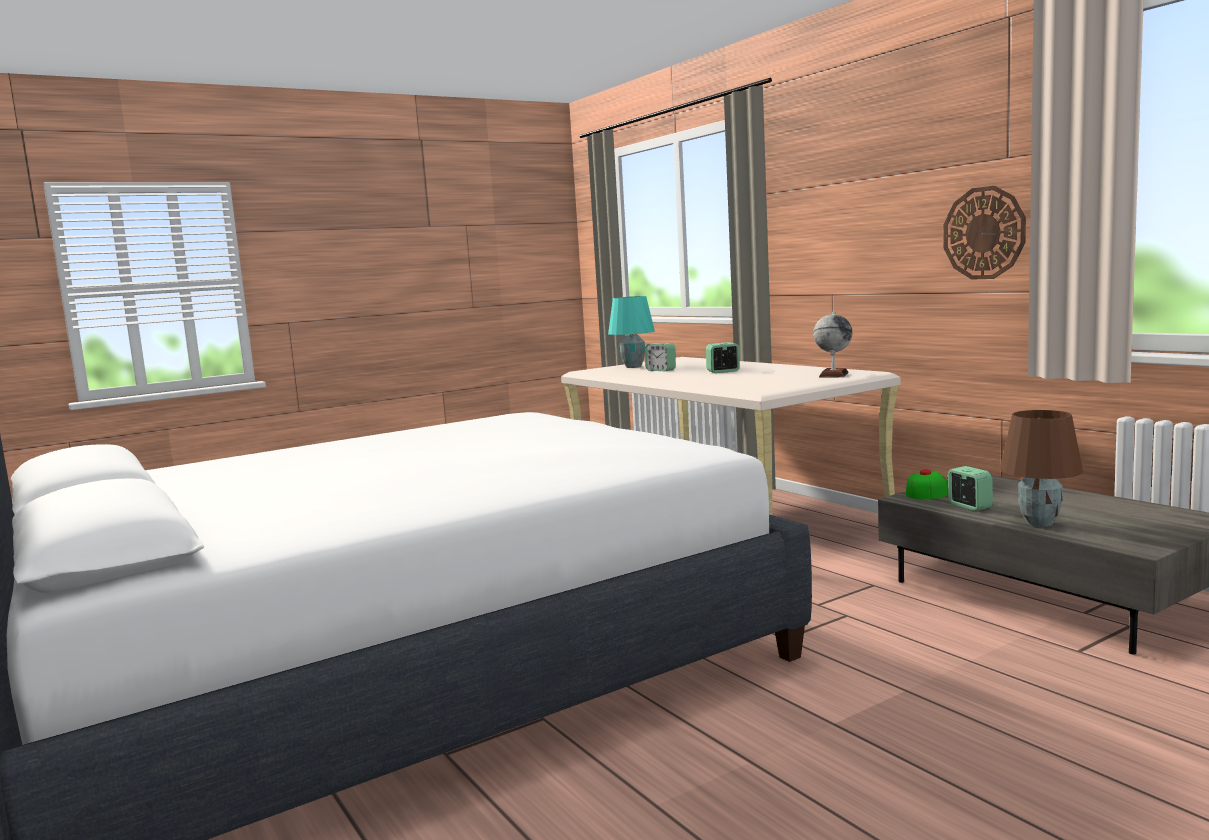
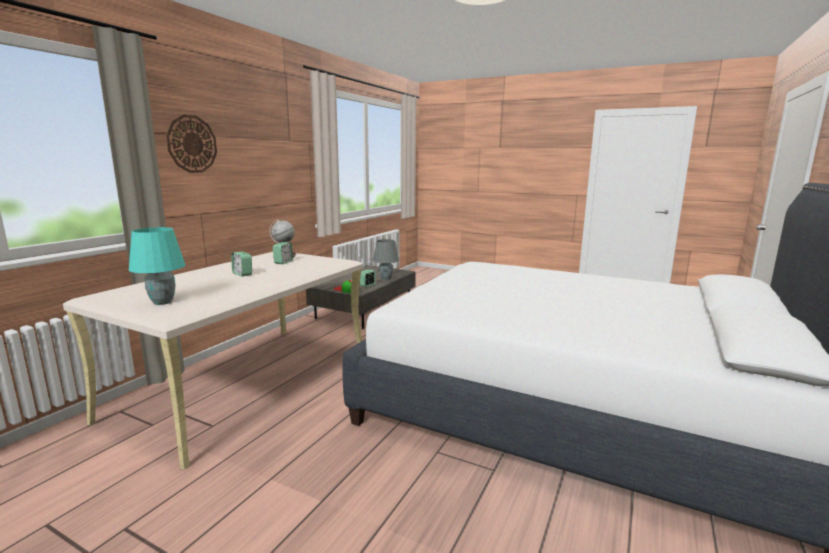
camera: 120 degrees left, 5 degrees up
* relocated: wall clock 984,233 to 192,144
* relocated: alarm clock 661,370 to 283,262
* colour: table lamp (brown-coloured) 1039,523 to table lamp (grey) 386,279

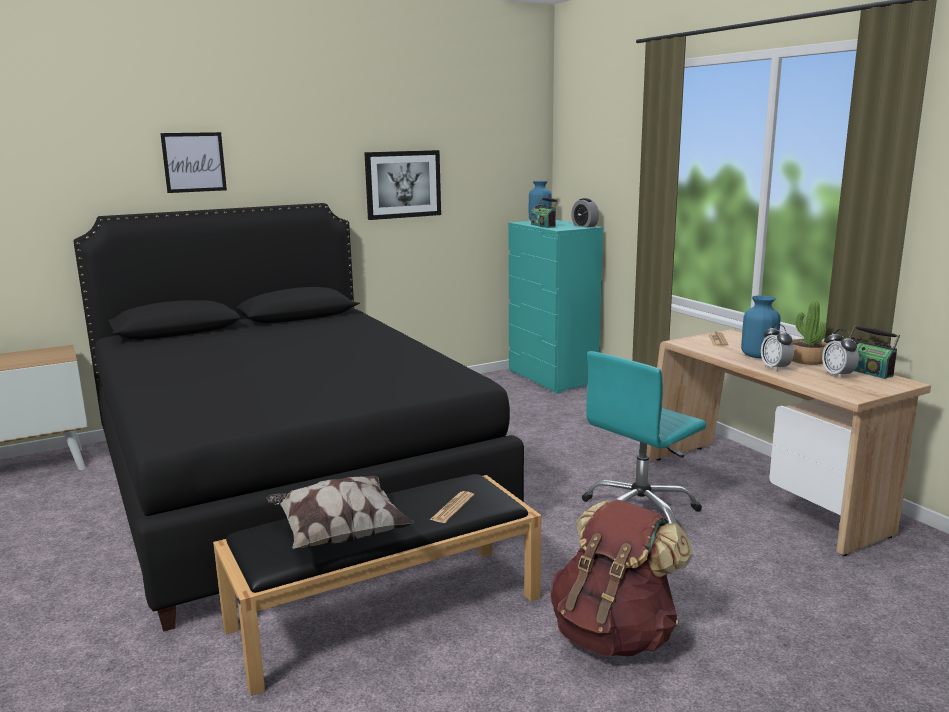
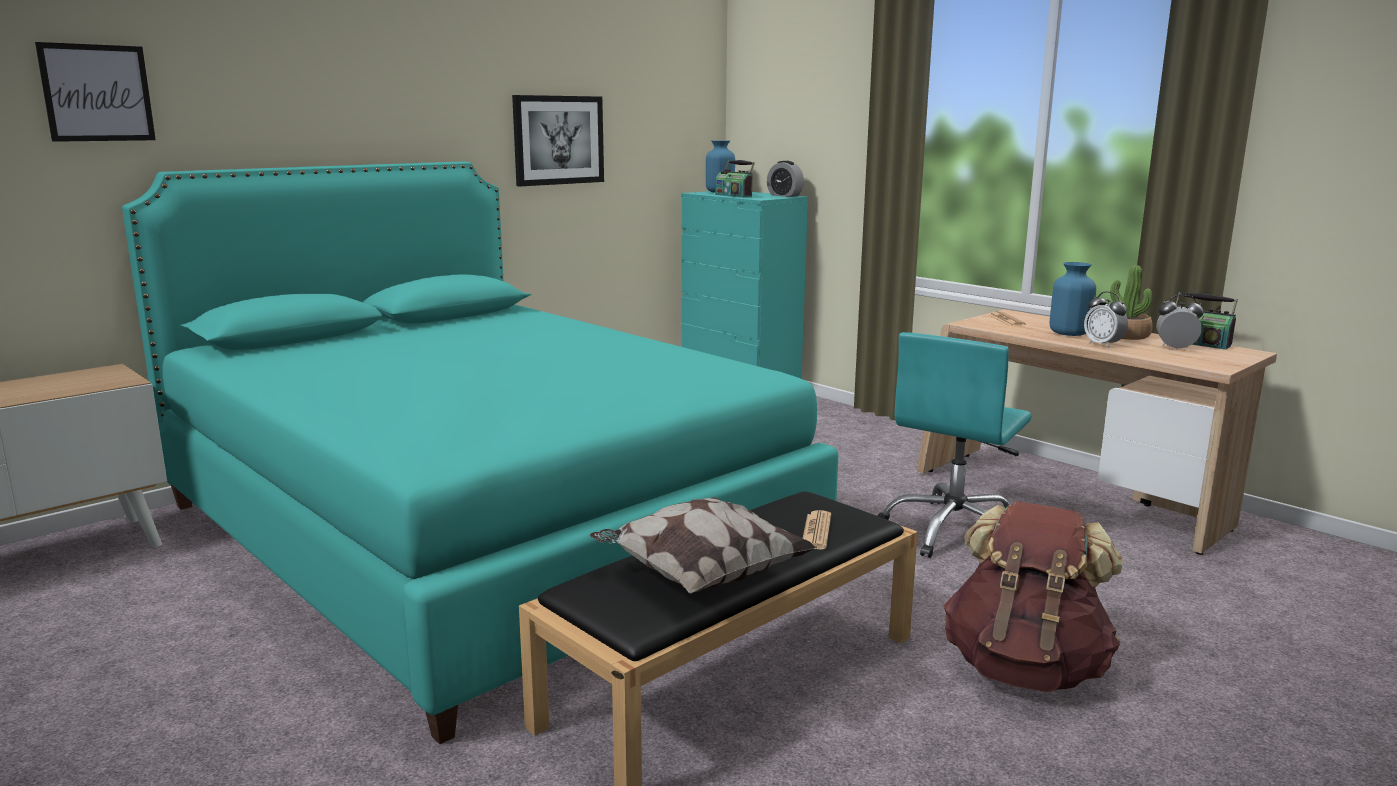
camera: 15 degrees left, 0 degrees up
* relocated: wall art 194,162 to 97,93
* colour: bed (black-coloured) 285,480 to bed (blue-green) 478,533
* spun: alarm clock 838,375 = 1175,348 135 degrees clockwise

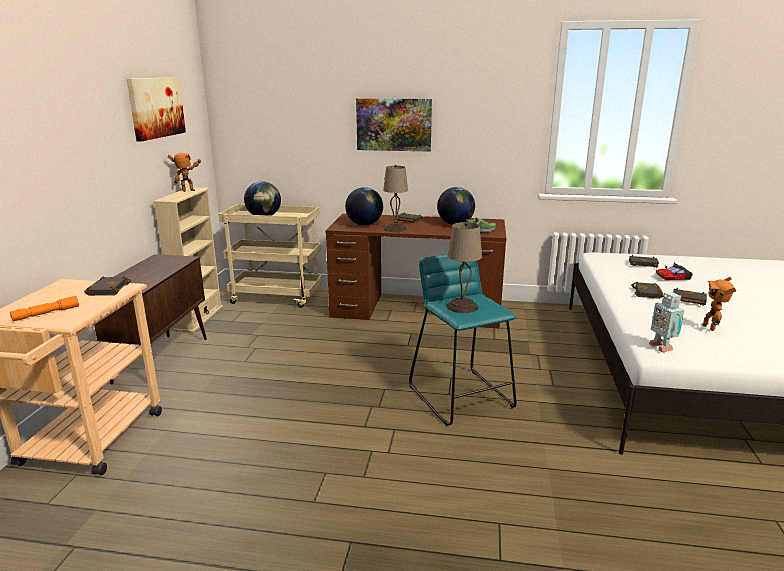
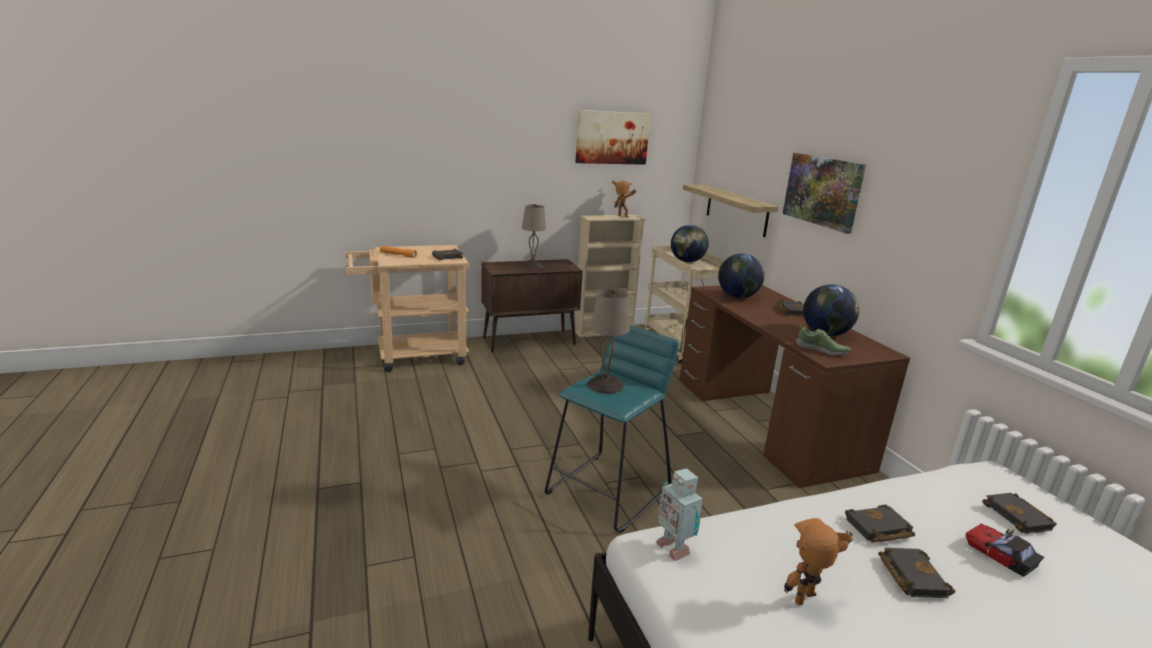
camera: 60 degrees right, 0 degrees up
* relocated: table lamp (sand-coloured) 395,229 to 532,266
* spun: toy robot 661,347 = 674,547 75 degrees counterclockwise
* appeared: wall shelf 736,210

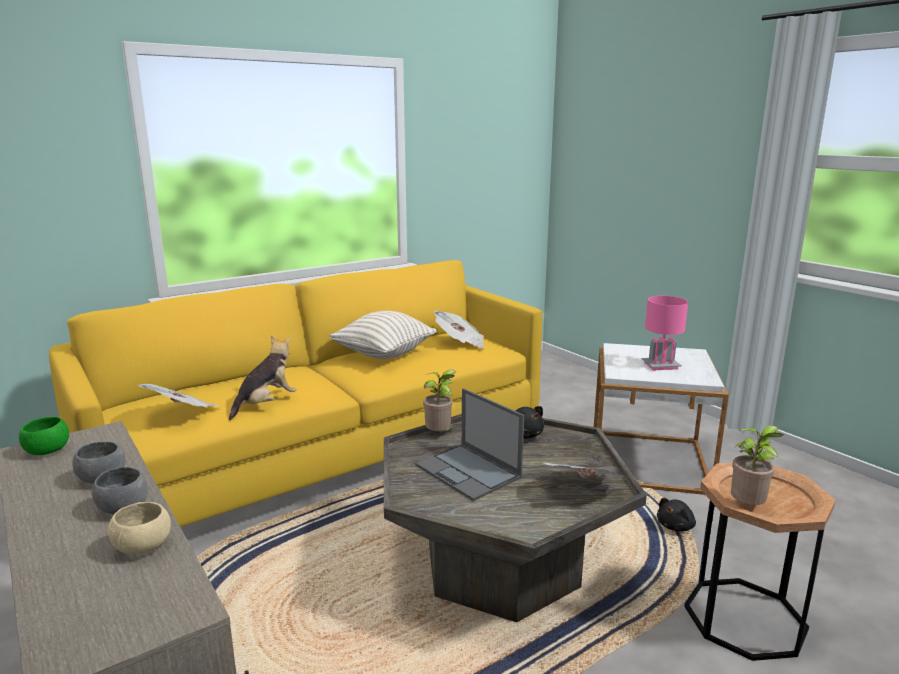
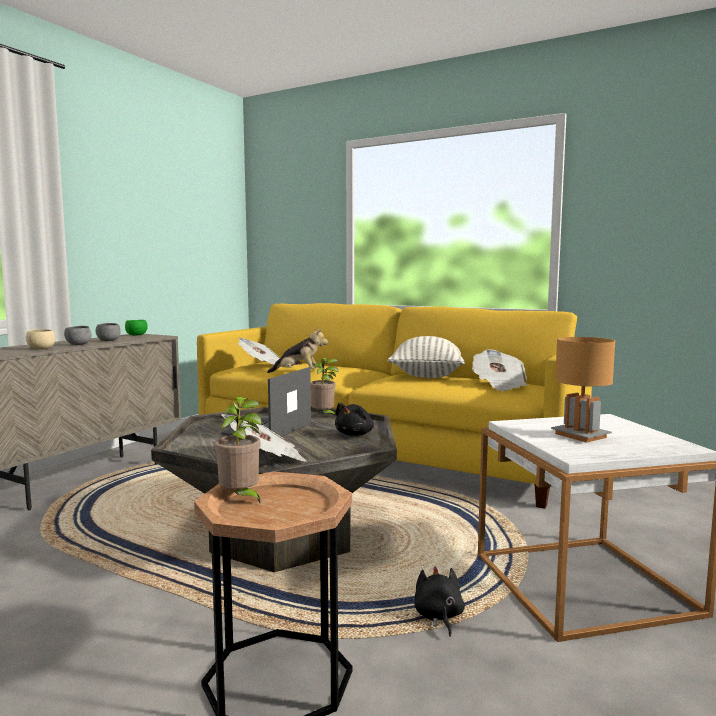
camera: 65 degrees right, 10 degrees down
* spun: cuddly toy (black-coloured) 676,526 = 438,616 60 degrees clockwise
* colour: table lamp (pinkish) 660,365 to table lamp (brown-coloured) 581,435

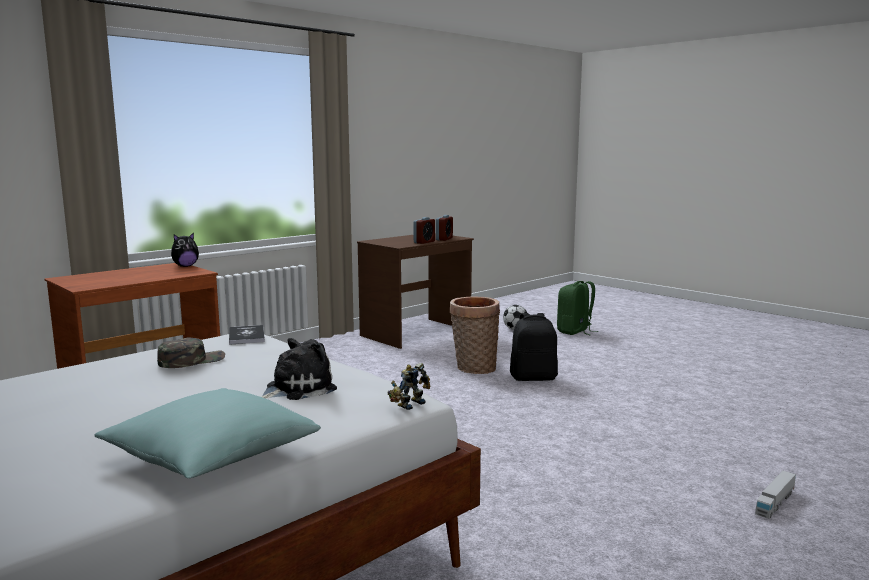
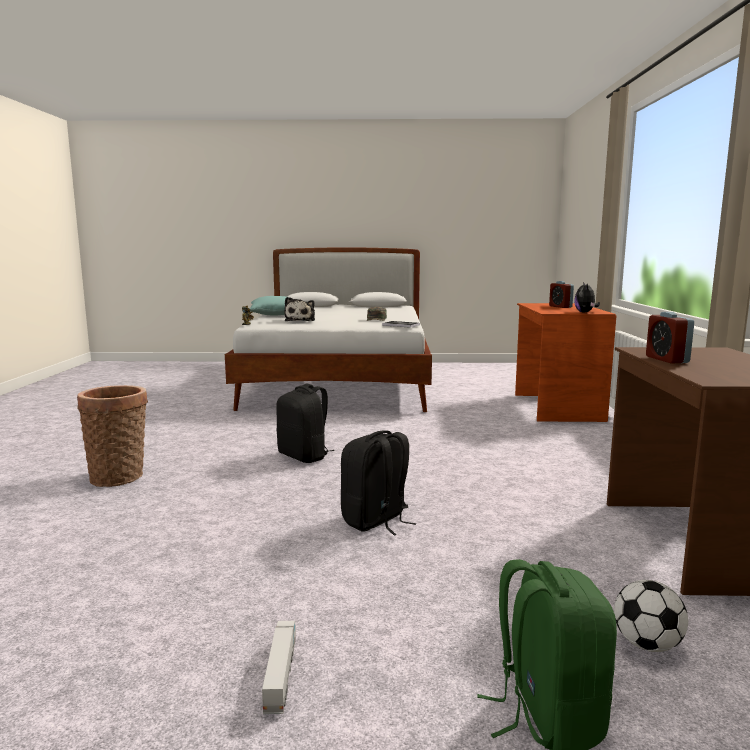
camera: 135 degrees right, 0 degrees up
* relocated: household basket 473,368 to 120,476
* relocated: toy lorry 775,503 to 281,674
* appeared: backpack (black-coloured) 304,456
* relocated: alarm clock 444,239 to 560,307

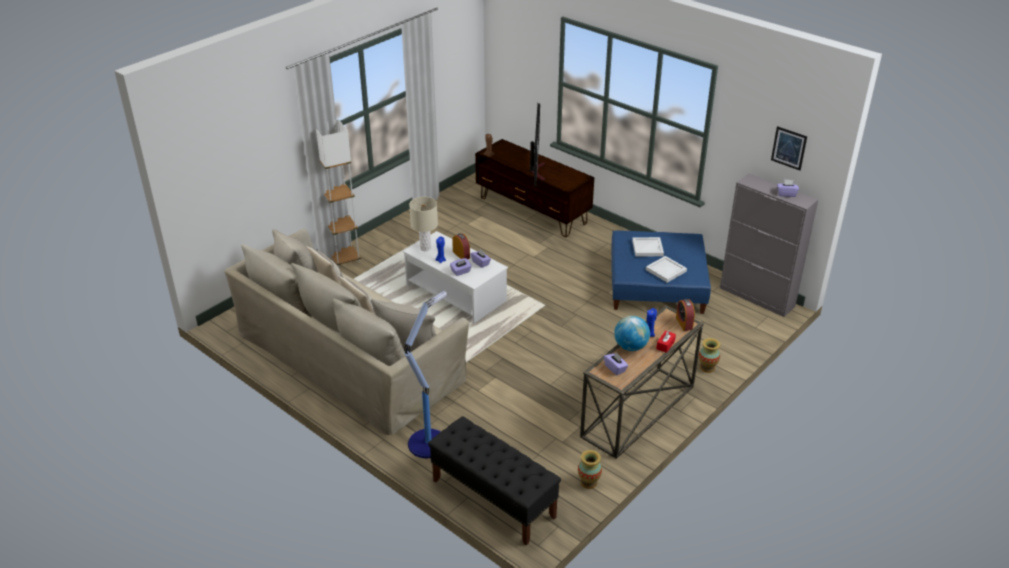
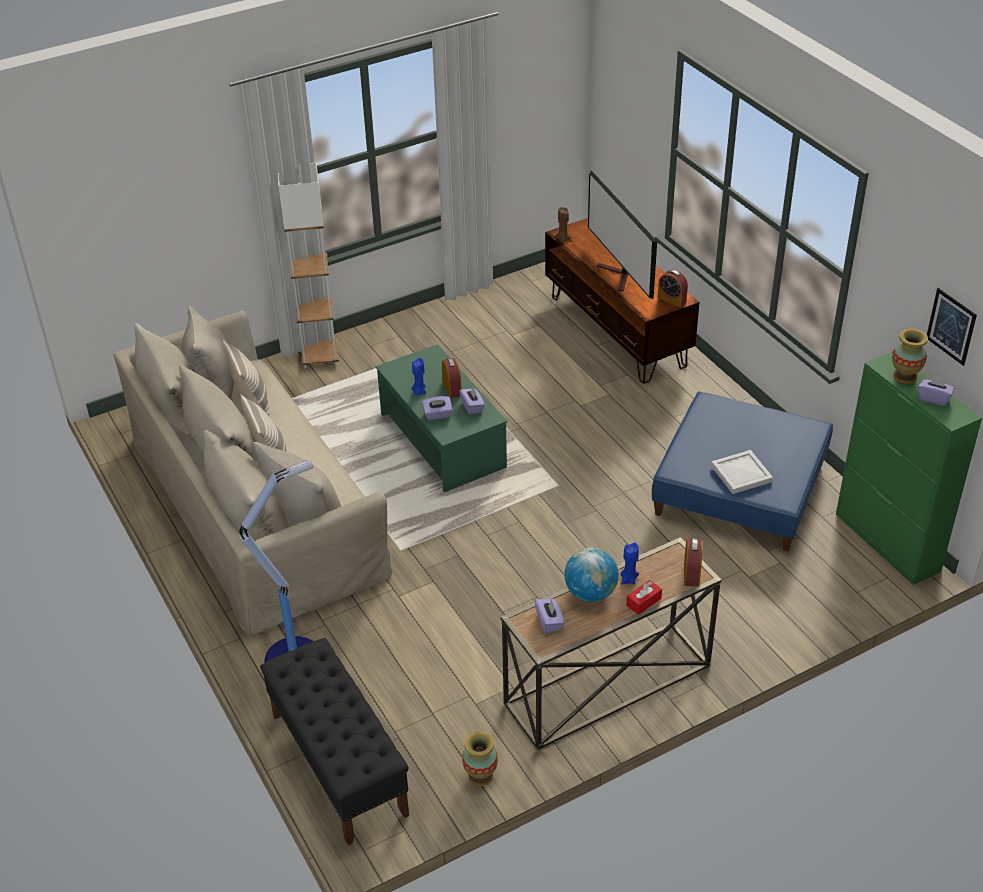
camera: 20 degrees right, 5 degrees up
* colour: low table (whitish) 455,293 to low table (greenish) 442,440
* spun: TV set 536,171 = 619,276 135 degrees clockwise
* appeared: alarm clock 671,299
* colour: storage cabinet (grey) 757,297 to storage cabinet (greenish) 887,542
* relocated: vase 707,367 to 905,376
* missing: table lamp (sand-coloured) 425,248
* missing: carrying tray (whitish) 647,248

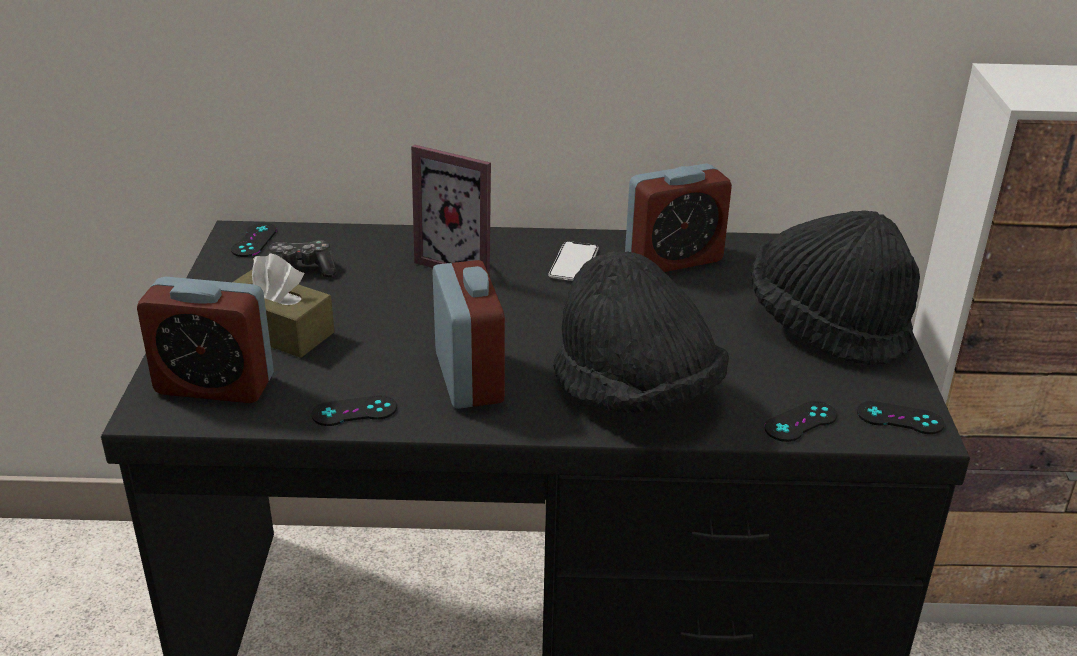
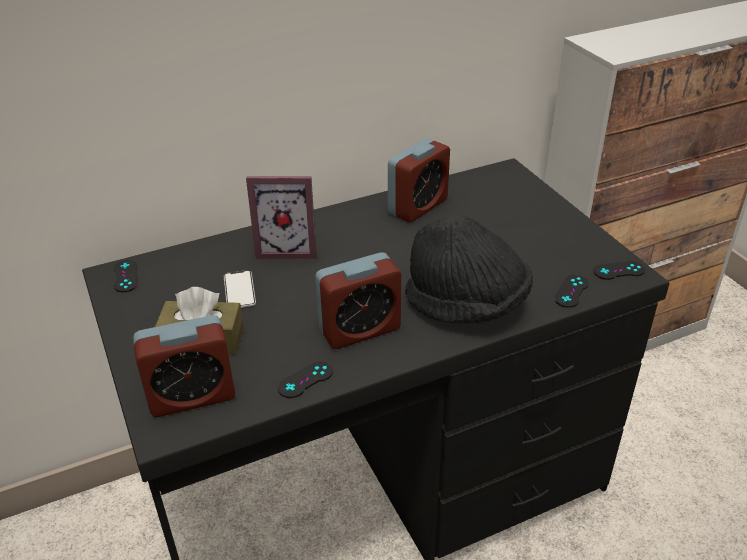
camera: 25 degrees left, 5 degrees up
* relocated: phone 573,263 to 239,290
* spun: alarm clock 469,378 = 360,330 105 degrees clockwise
* missing: gamepad 301,269
* missing: wearable hat (black-coloured) 827,326

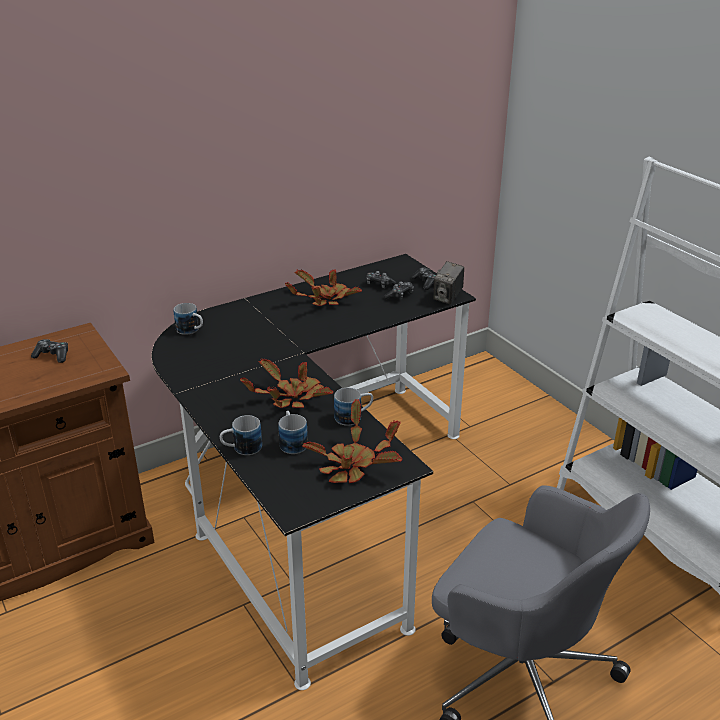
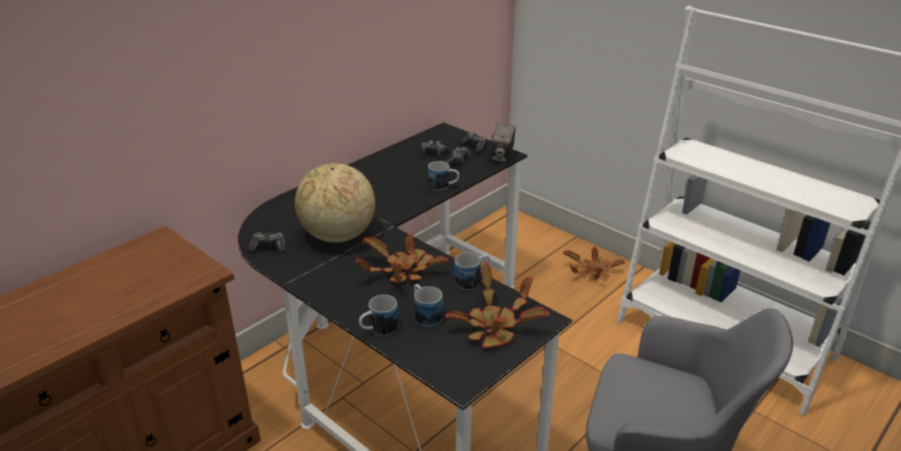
camera: 15 degrees left, 0 degrees up
* relocated: gamepad 52,355 to 269,247
* appeared: world globe 337,236
* relocated: mug 191,330 to 443,186
* relocated: plant in a pot 325,299 to 592,272

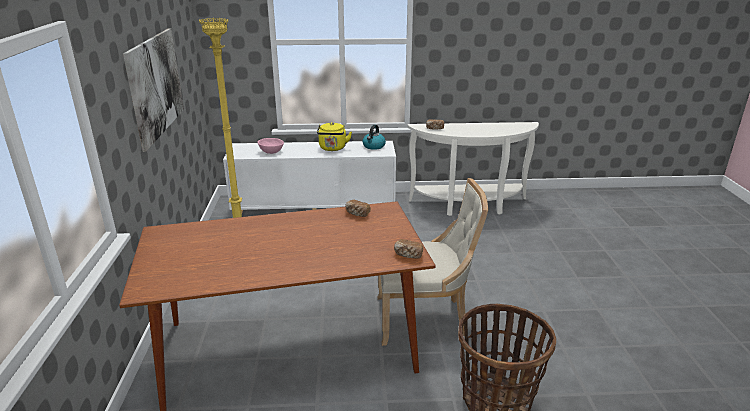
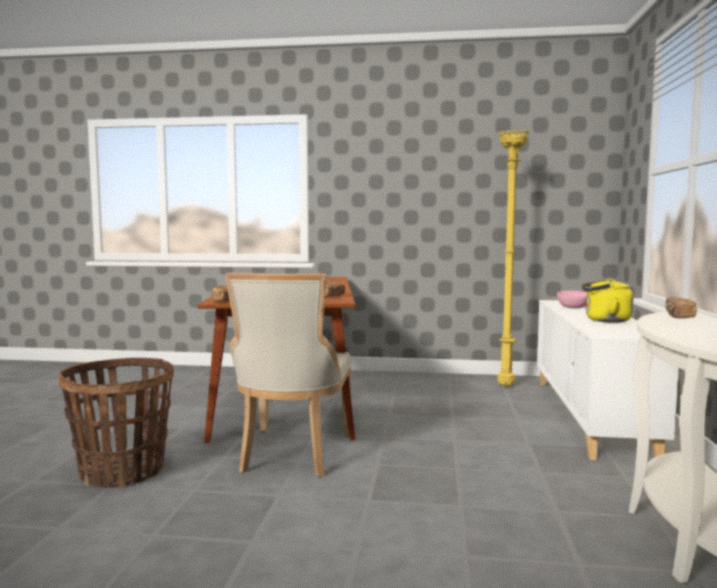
camera: 100 degrees right, 20 degrees down
* missing: wall art 156,85
* missing: water kettle 374,146

